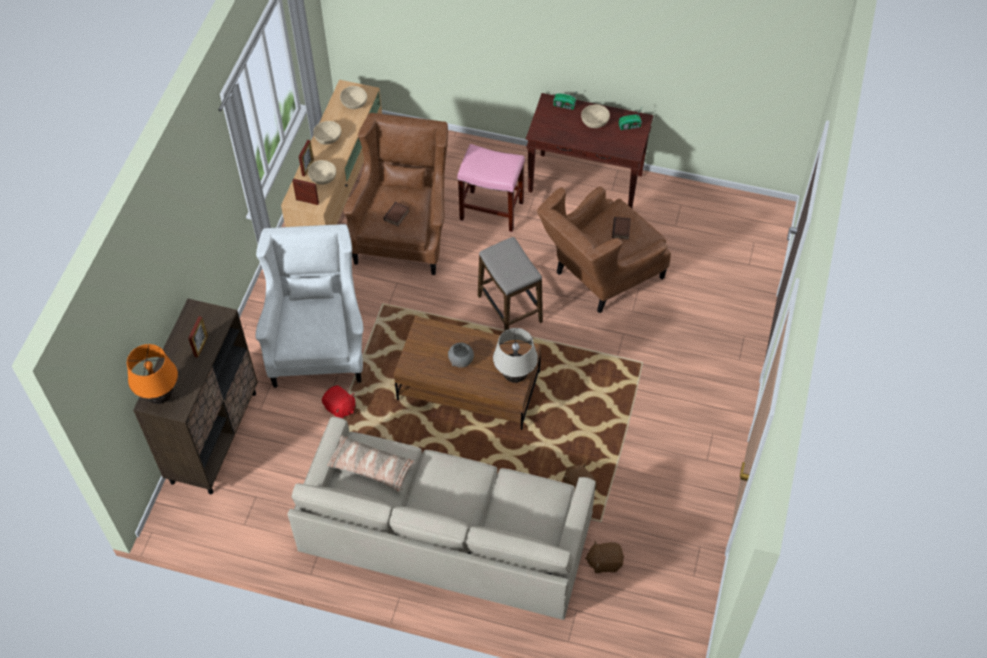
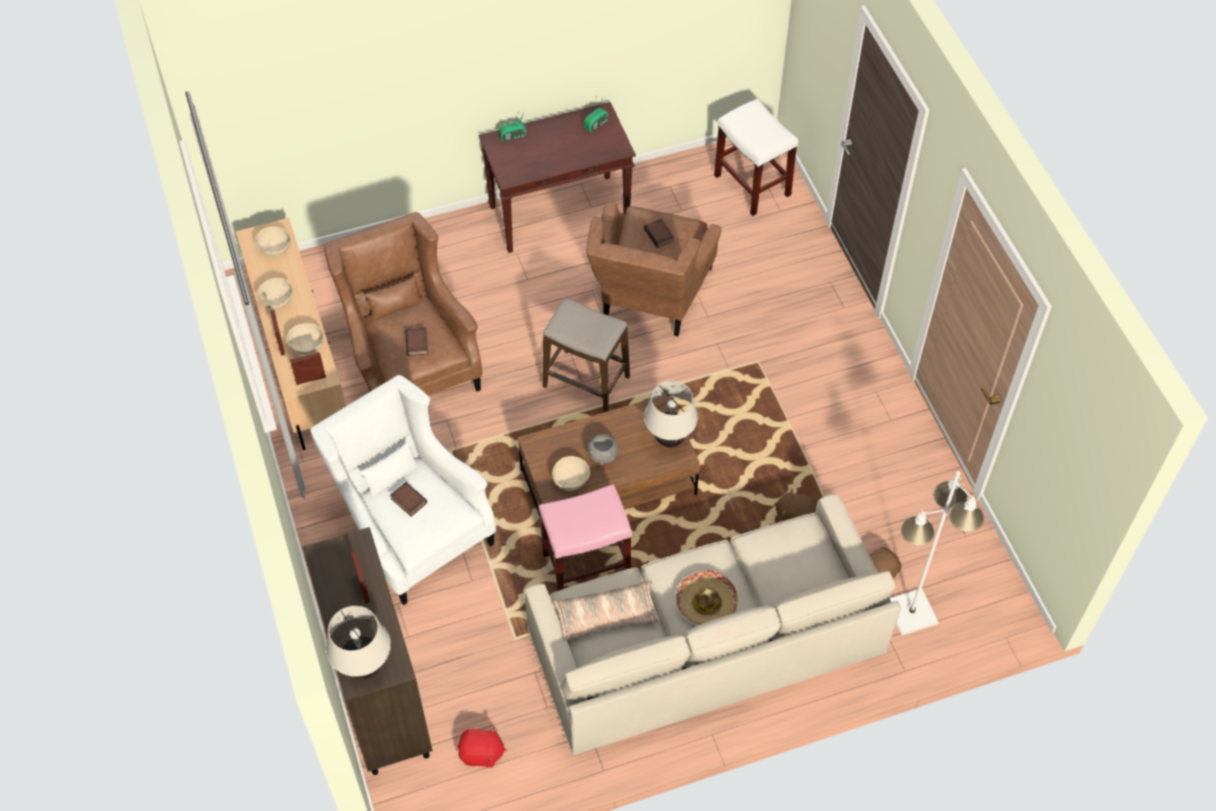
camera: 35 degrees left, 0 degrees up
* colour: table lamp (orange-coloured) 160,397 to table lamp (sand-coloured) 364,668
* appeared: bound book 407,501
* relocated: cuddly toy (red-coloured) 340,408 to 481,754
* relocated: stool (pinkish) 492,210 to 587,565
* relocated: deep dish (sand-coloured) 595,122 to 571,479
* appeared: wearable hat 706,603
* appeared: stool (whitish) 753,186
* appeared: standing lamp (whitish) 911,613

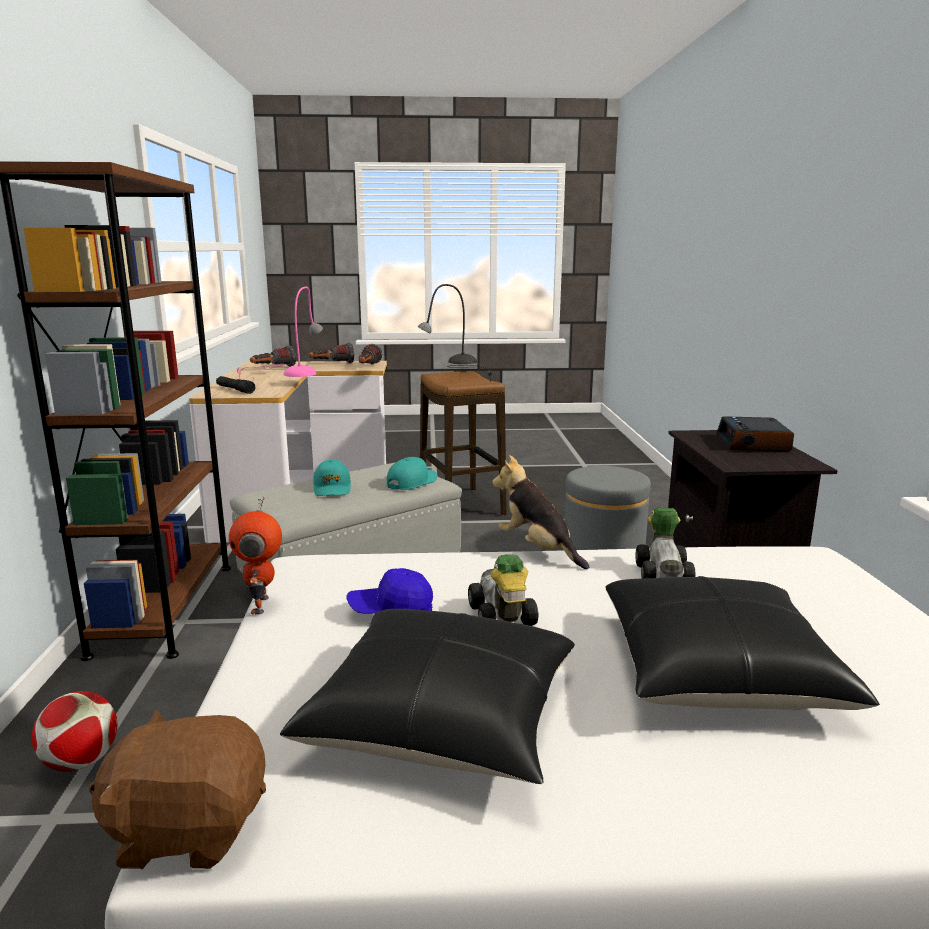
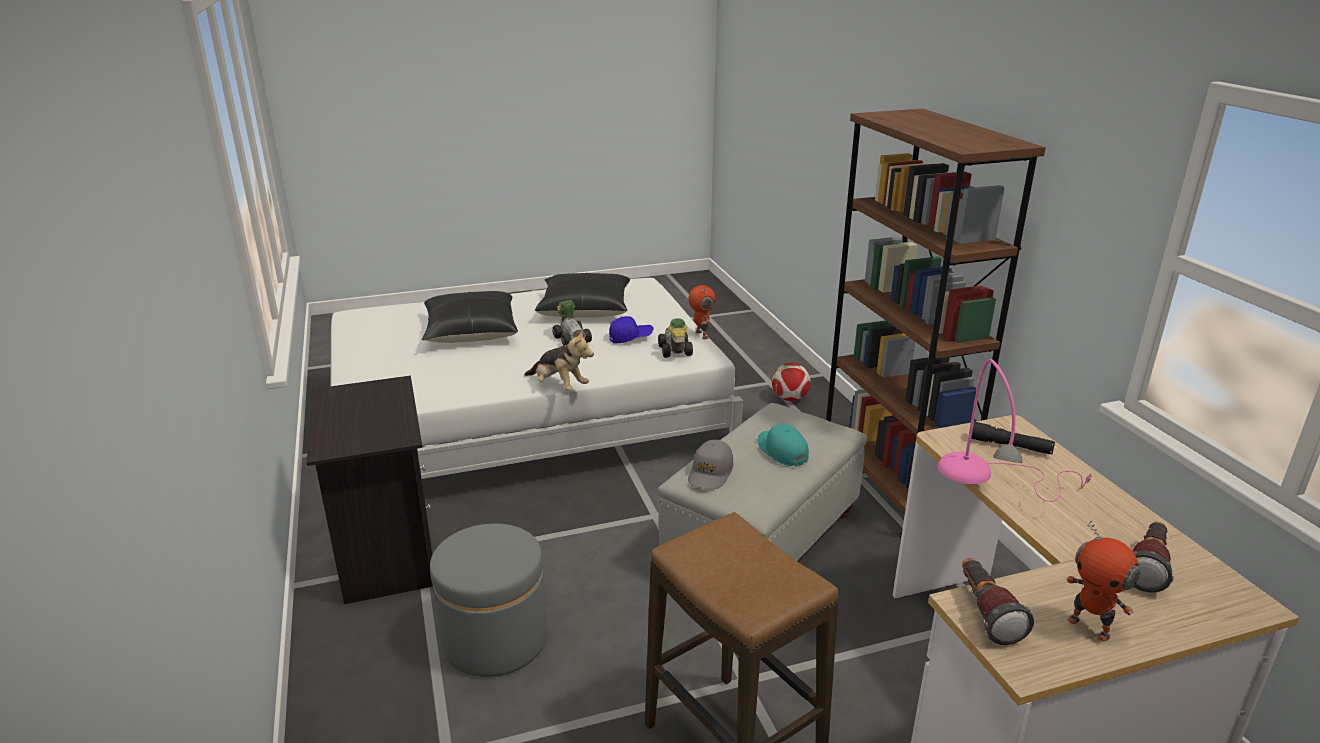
camera: 165 degrees right, 10 degrees up
* relocated: miniature car 664,573 to 674,352
* colour: baseball cap (blue-green) 412,482 to baseball cap (grey) 710,473
* exchanged: torch 332,364 to toy robot 1090,627
* missing: cuddly toy (brown-coloured) 188,828
* missing: table lamp (grey) 458,374
* missing: alarm clock 753,443

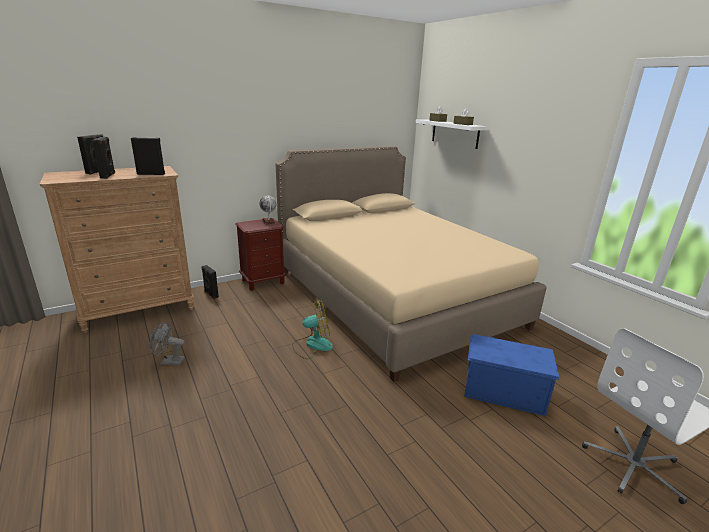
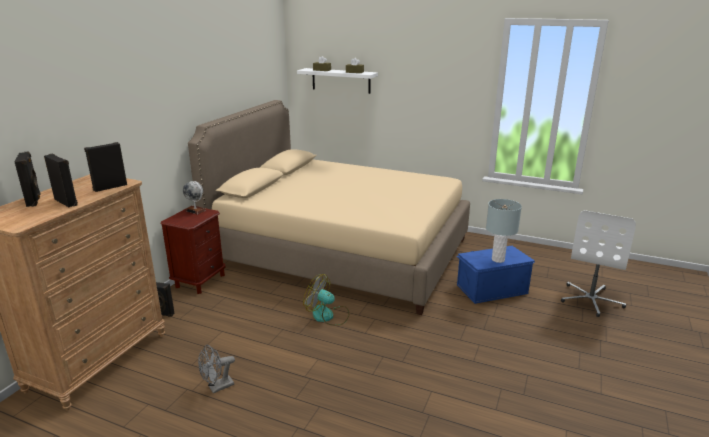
camera: 35 degrees left, 0 degrees up
* spun: fan 312,345 = 328,316 105 degrees counterclockwise
* appeared: table lamp (grey) 497,259

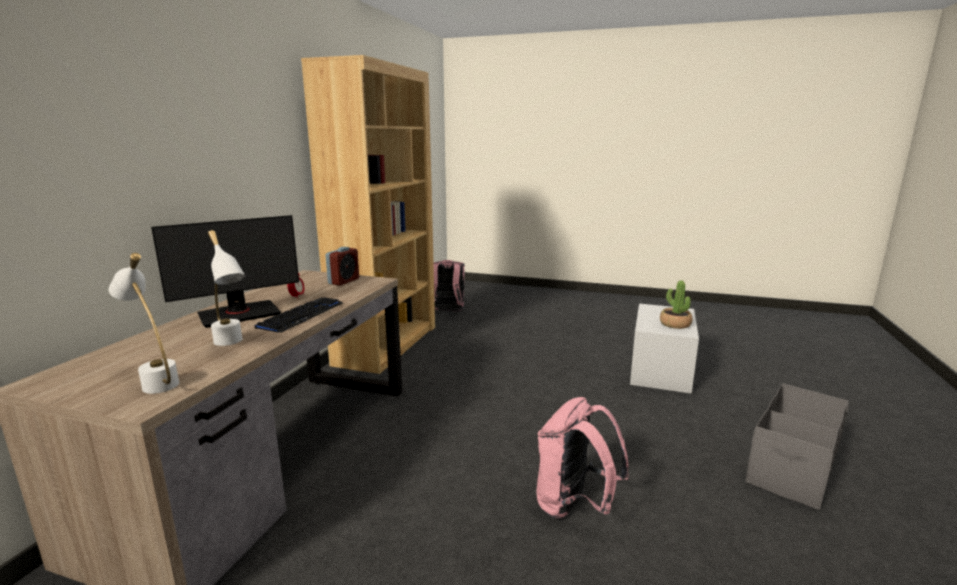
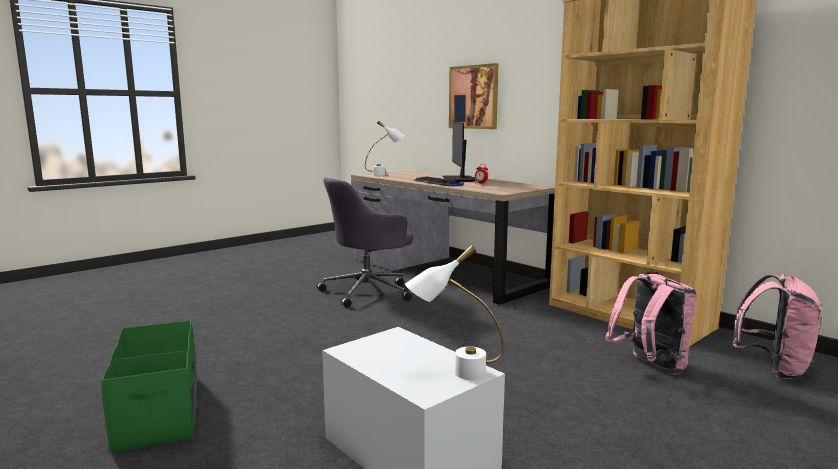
camera: 120 degrees right, 5 degrees down
* colour: storage container (grey) 792,467 to storage container (greenish) 159,411
* appeared: desk chair (grey) 368,291
* relocated: table lamp (whitish) 231,344 to 455,374
* appeared: wall art 474,97
* relocated: backpack (pinkish) 574,506 to 650,367
* missing: alarm clock 344,281
* missing: plant in a pot 675,324

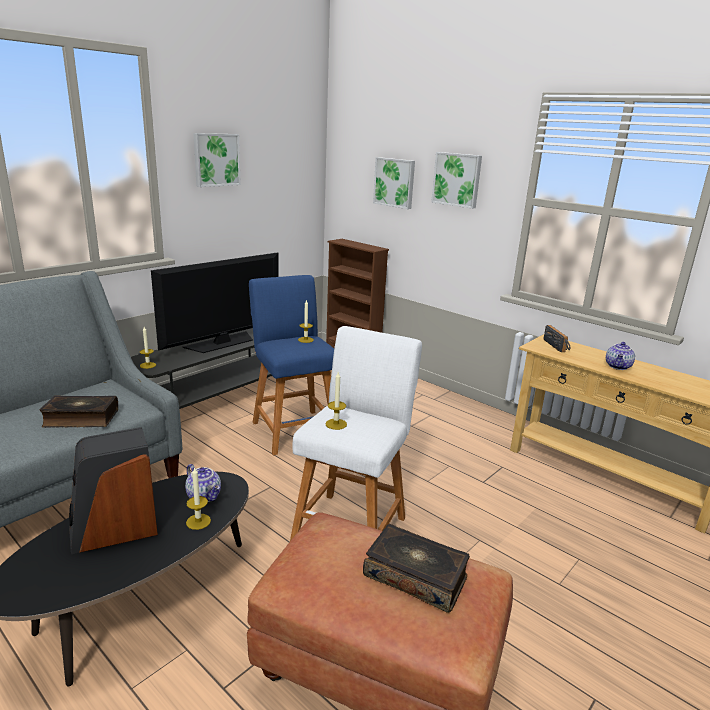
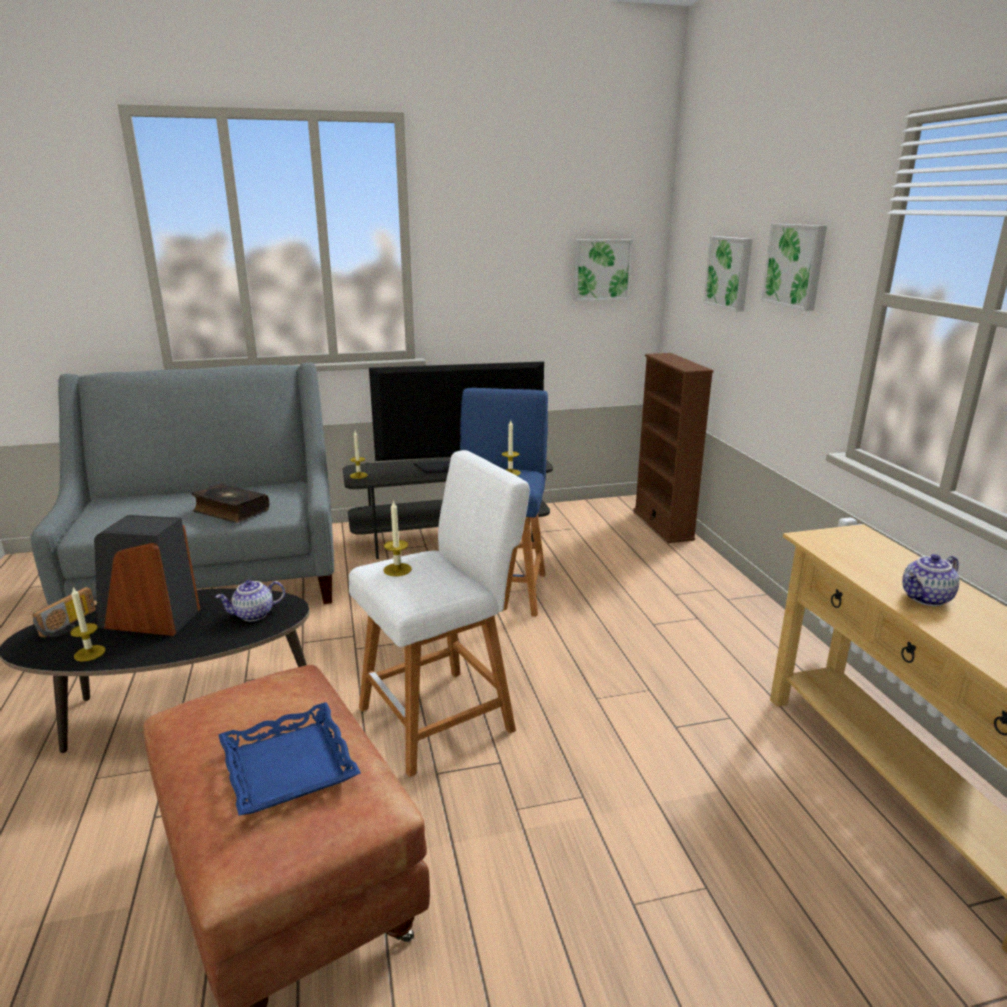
camera: 35 degrees right, 0 degrees up
* relocated: radio receiver 557,346 to 70,625
* relocated: wax candle 198,521 to 89,653
* spun: teapot 205,496 = 253,615 75 degrees clockwise
* exchanged: bound book 416,576 to carrying tray (blue-coloured) 290,766
* relocated: wall art 216,159 to 601,269

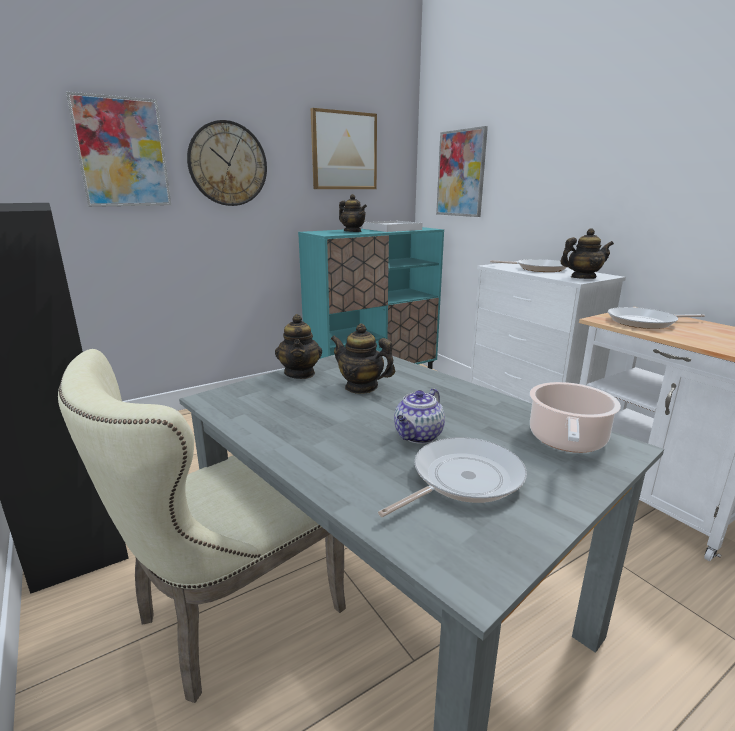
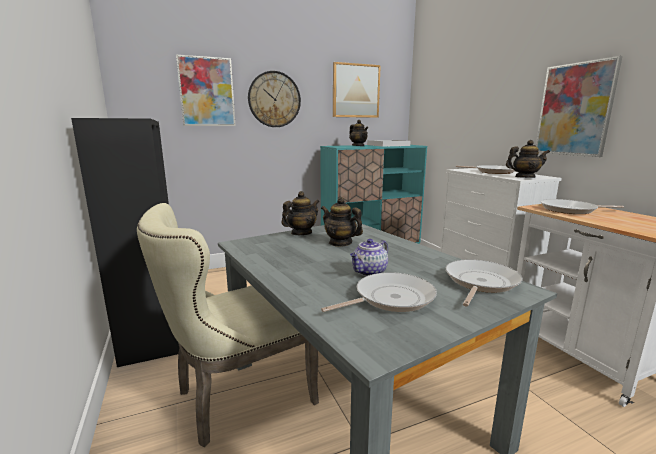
camera: 10 degrees right, 5 degrees down
* spun: teapot 300,373 = 301,233 135 degrees counterclockwise
* exchanged: saucepot 567,441 to skillet 479,282
* relocated: wall art 461,173 to 574,110

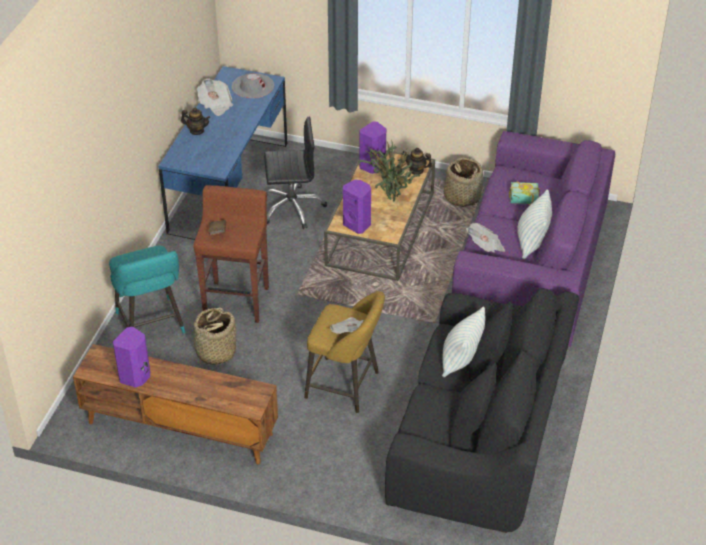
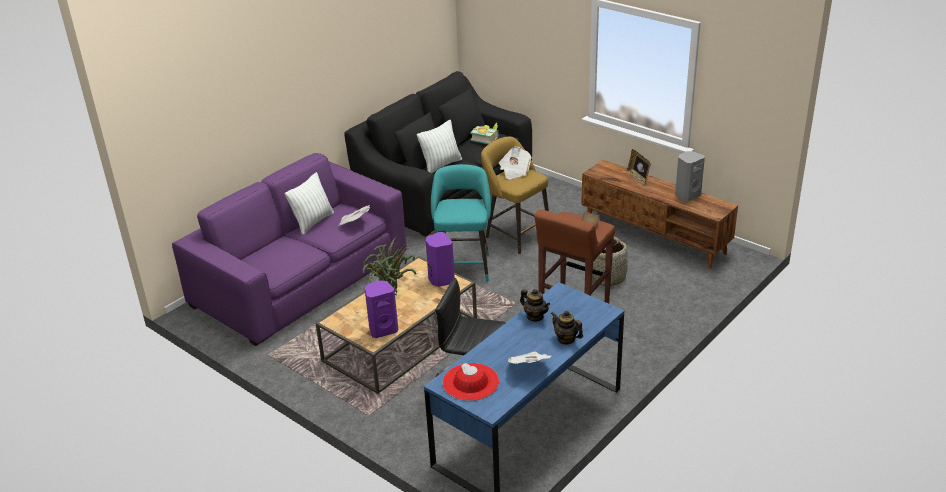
camera: 155 degrees left, 10 degrees down
* relocated: stool (blue-green) 152,326 to 463,266
* colour: wearable hat (grey) 252,86 to wearable hat (red-coloured) 470,382
* relocated: bound book 523,202 to 486,139
* relocated: teapot 416,170 to 535,316
* appeared: photo frame 638,178
* colour: audio speaker (purplish) 136,377 to audio speaker (grey) 687,195
* missing: household basket 462,197

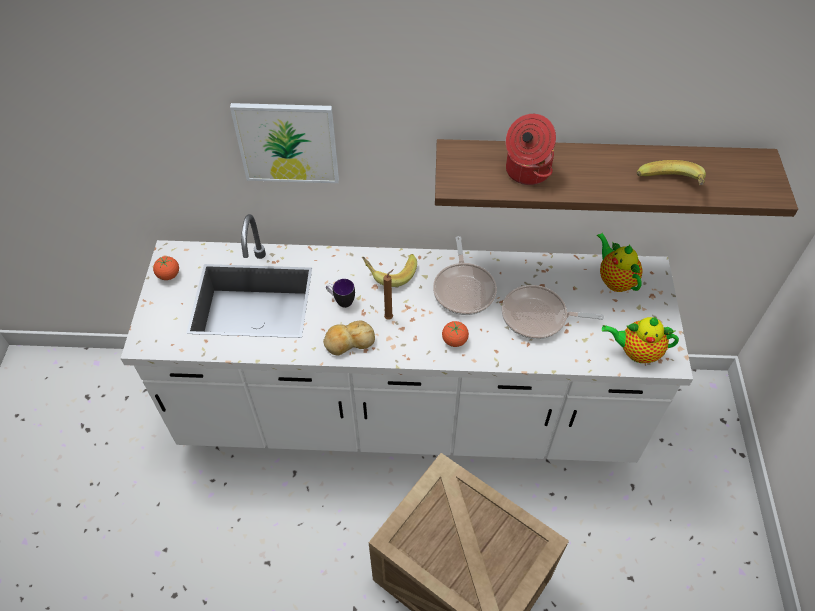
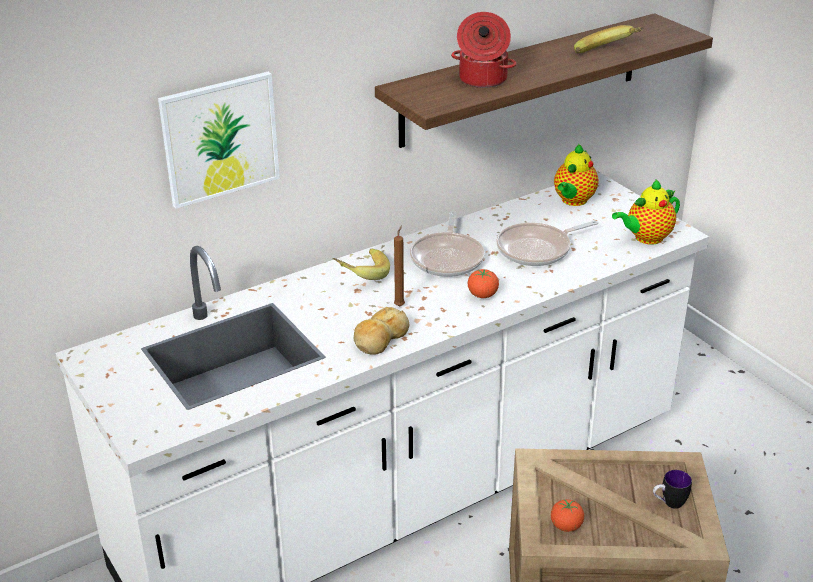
camera: 35 degrees left, 20 degrees down
* spun: skillet 464,289 = 448,258 45 degrees clockwise
* relocated: tomato 169,275 to 566,526
* spun: teapot 614,280 = 573,201 90 degrees counterclockwise
* relocated: mug 341,301 to 668,503

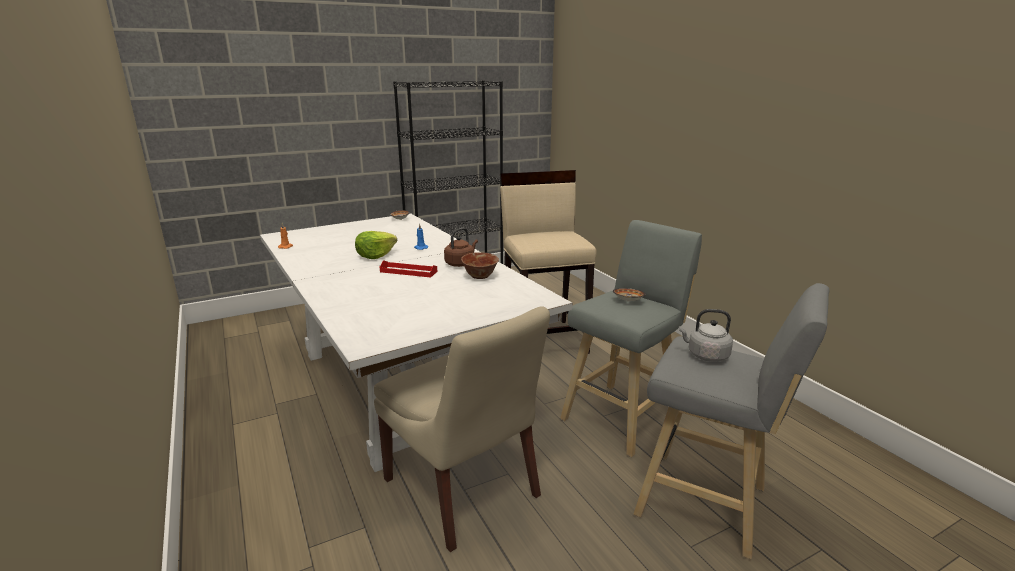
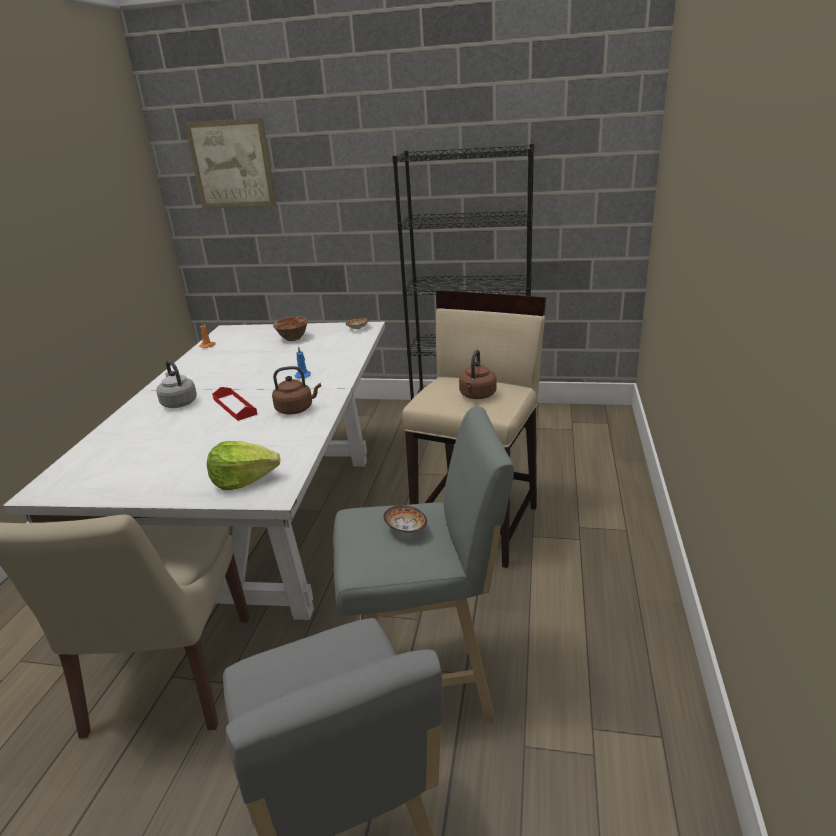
camera: 40 degrees right, 5 degrees up
* relocated: water kettle (grey) 705,355 to 178,403
* appeared: wall art 231,164
* relocated: lettuce head 375,255 to 243,480
* relocated: deep dish 480,276 to 293,338
* appeared: water kettle (brown-coloured) 477,396

